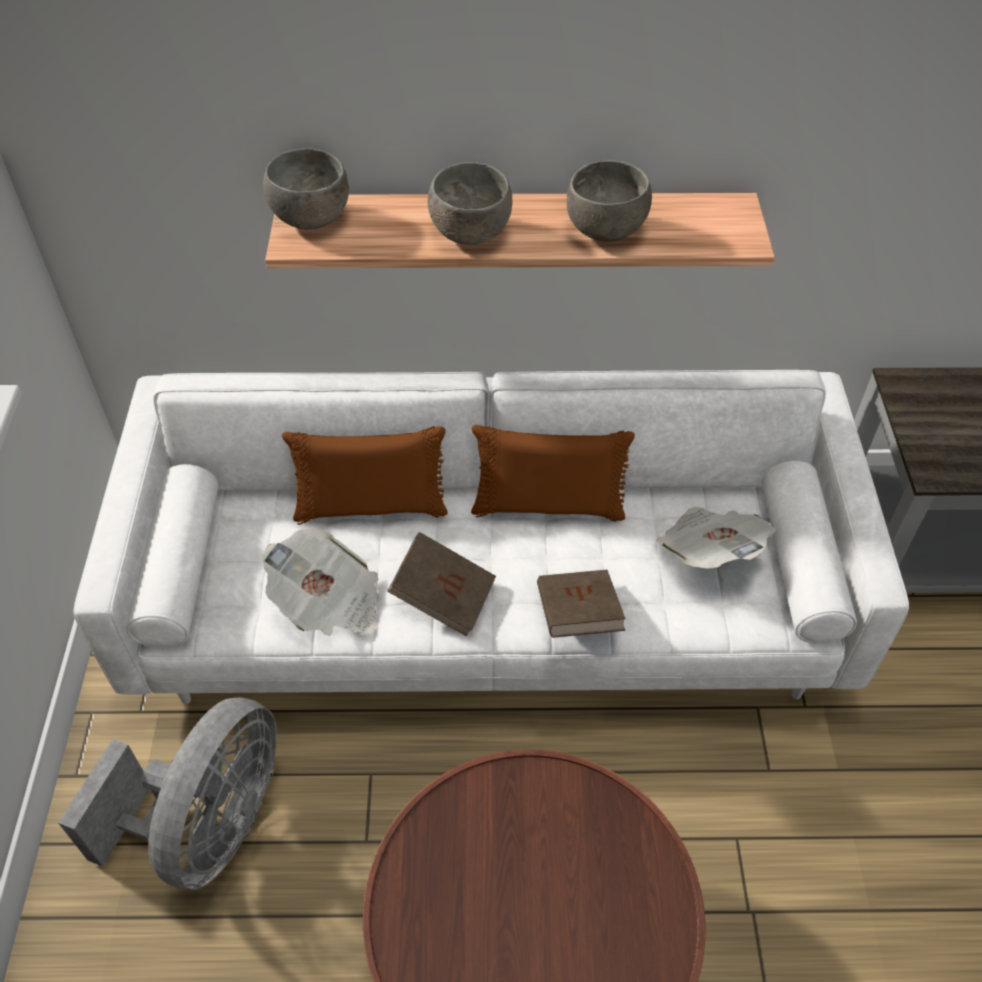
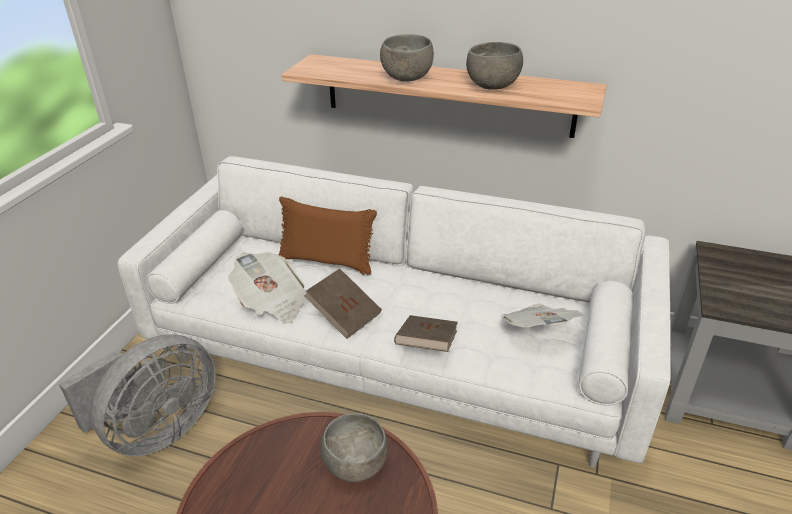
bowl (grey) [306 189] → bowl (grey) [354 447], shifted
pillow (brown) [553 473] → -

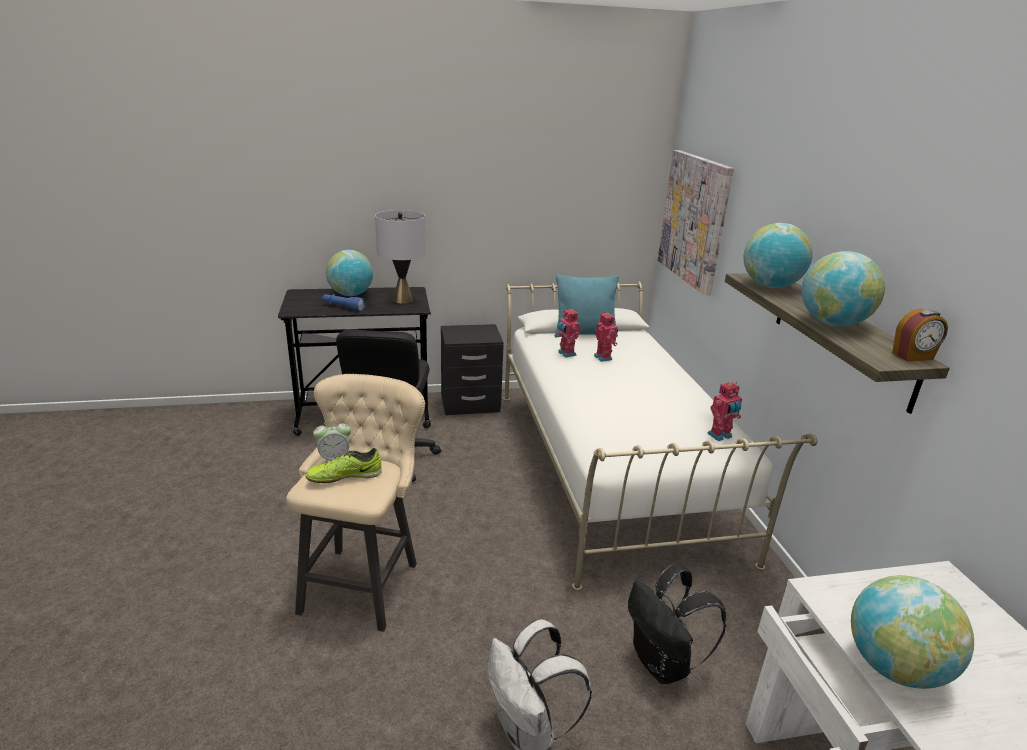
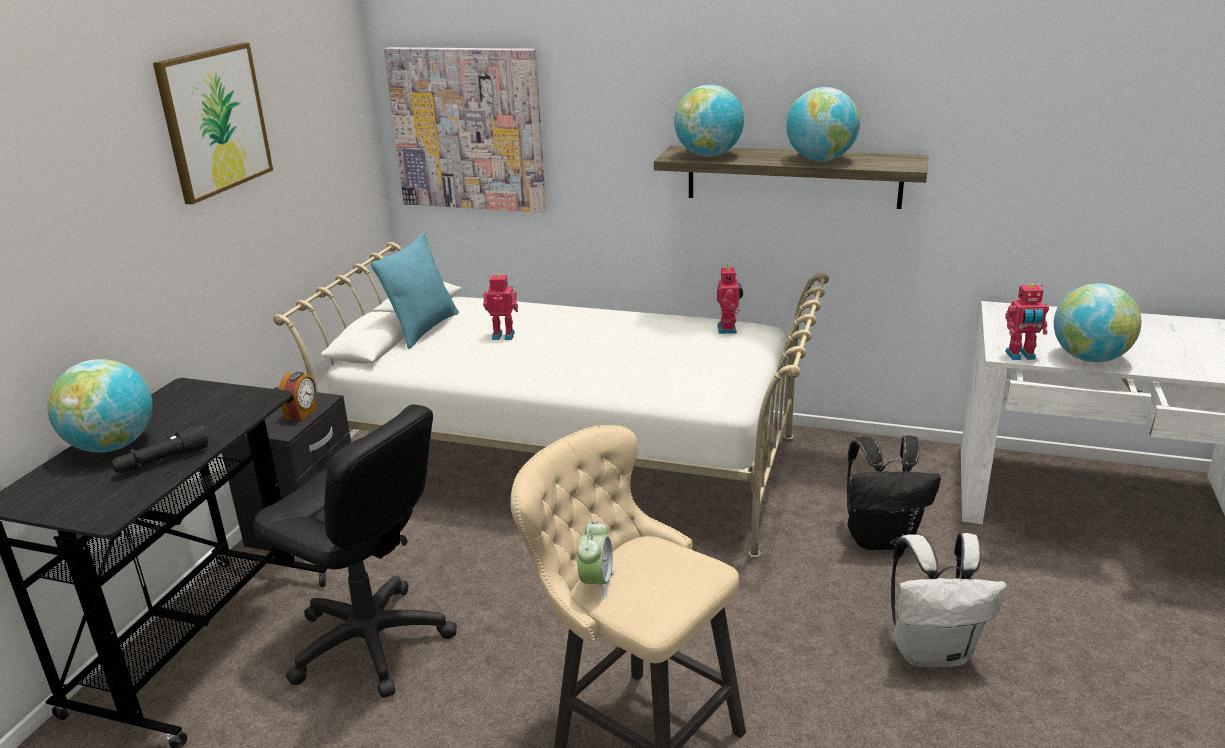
table lamp (grey) [400 257] → -
flashlight (blue) [343 302] → flashlight (black) [160 448]
toy robot [568 333] → toy robot [1027 322], shifted
alarm clock [920 335] → alarm clock [298 396], shifted
shoe [343 465] → -
- → picture [213 124]

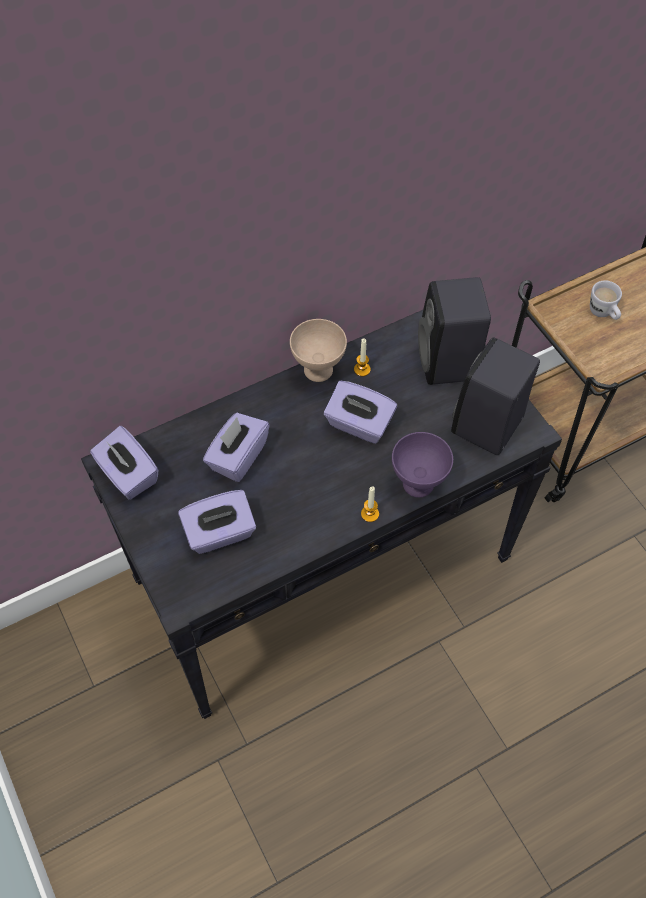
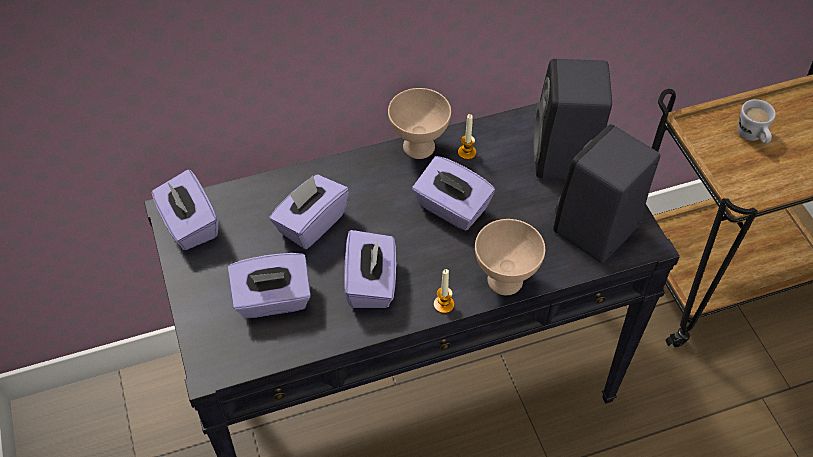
bowl (purple) [422 465] → bowl (beige) [510 257]
- → tissue box (purple) [370 269]

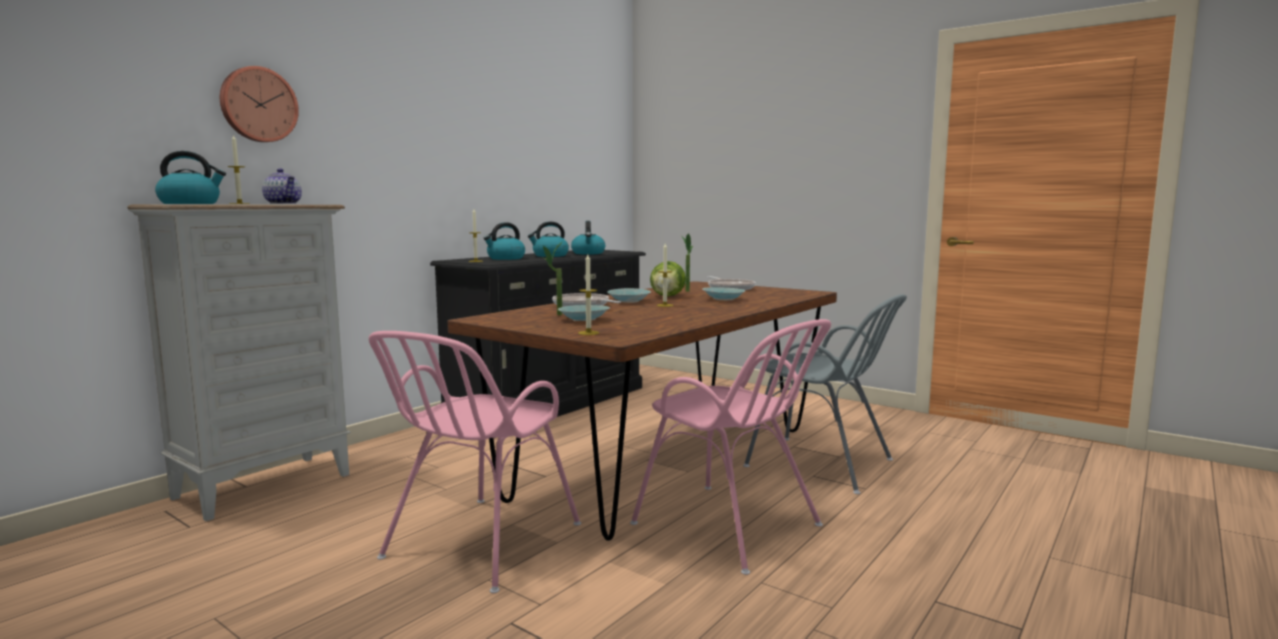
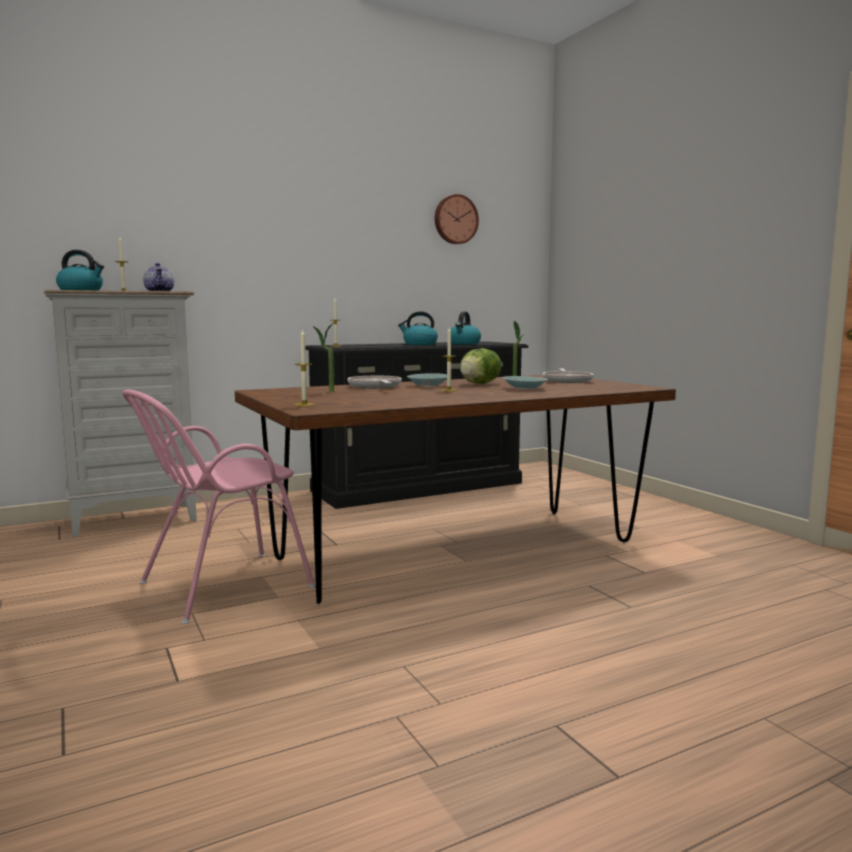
wall clock [259 104] → wall clock [457 219], shifted
kettle [504 241] → -
chair (grey) [825 394] → -
bowl (turquoise) [584 313] → -
chair (pink) [730 447] → -

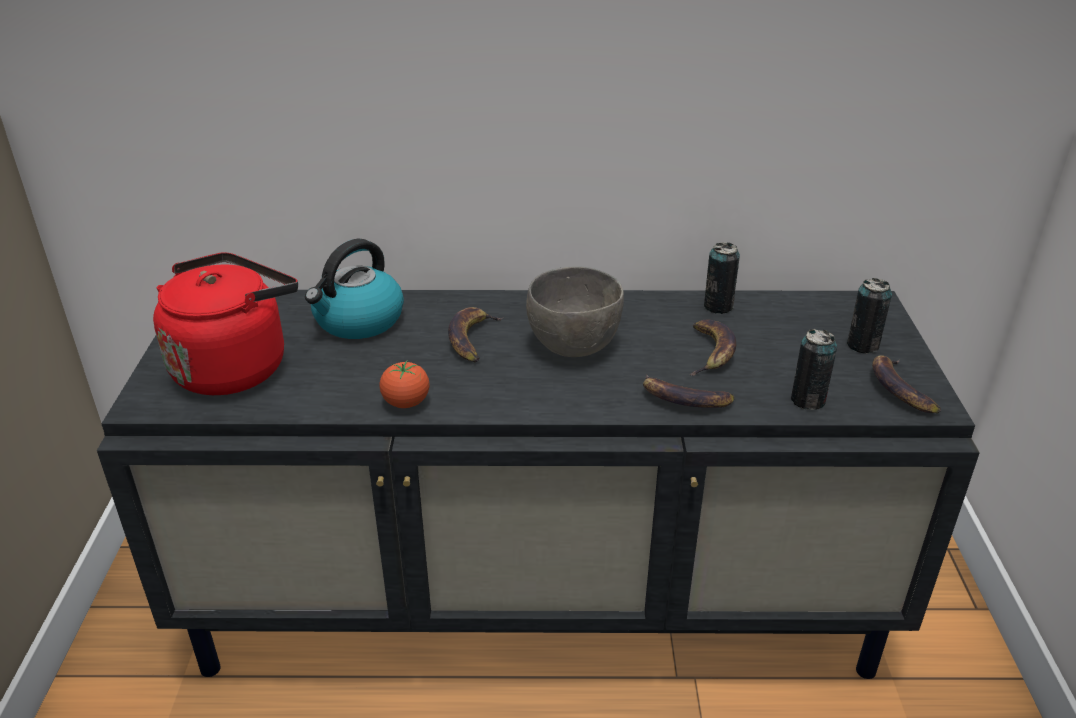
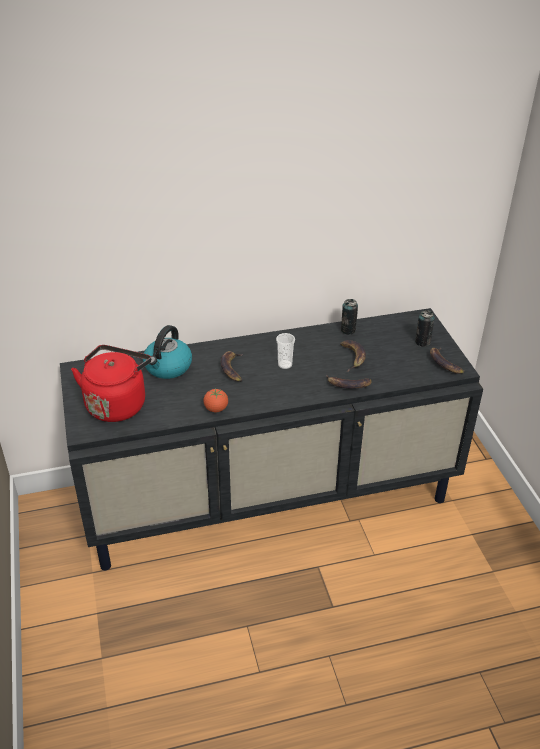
bowl (grey) [575 311] → cup [285 351]
can [814 369] → -

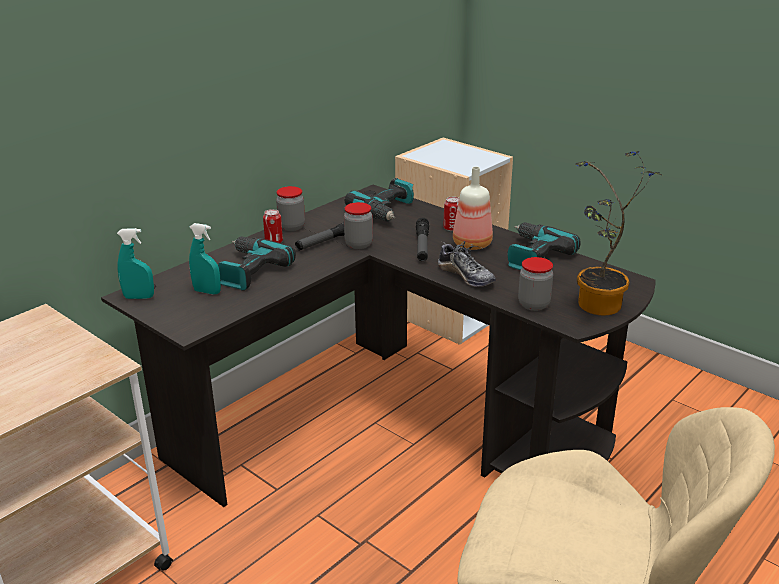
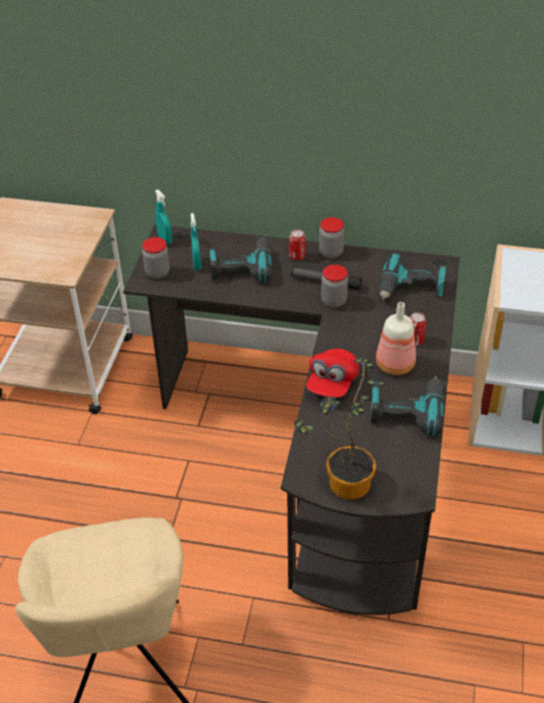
flashlight [422 239] → -
shoe [467 264] → cap (red) [332 373]
jar [535 284] → jar [156 258], shifted

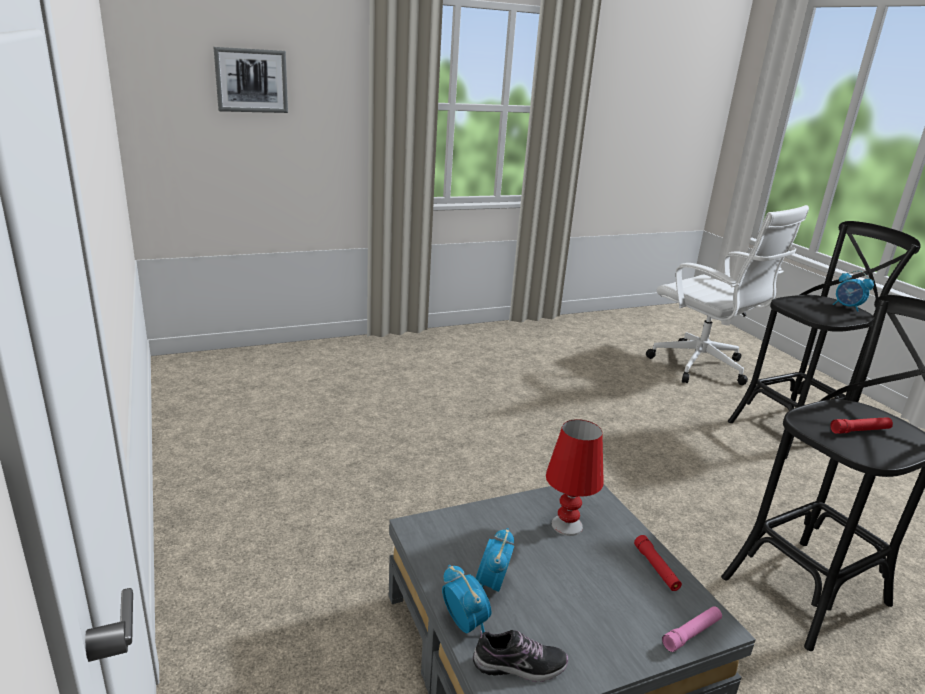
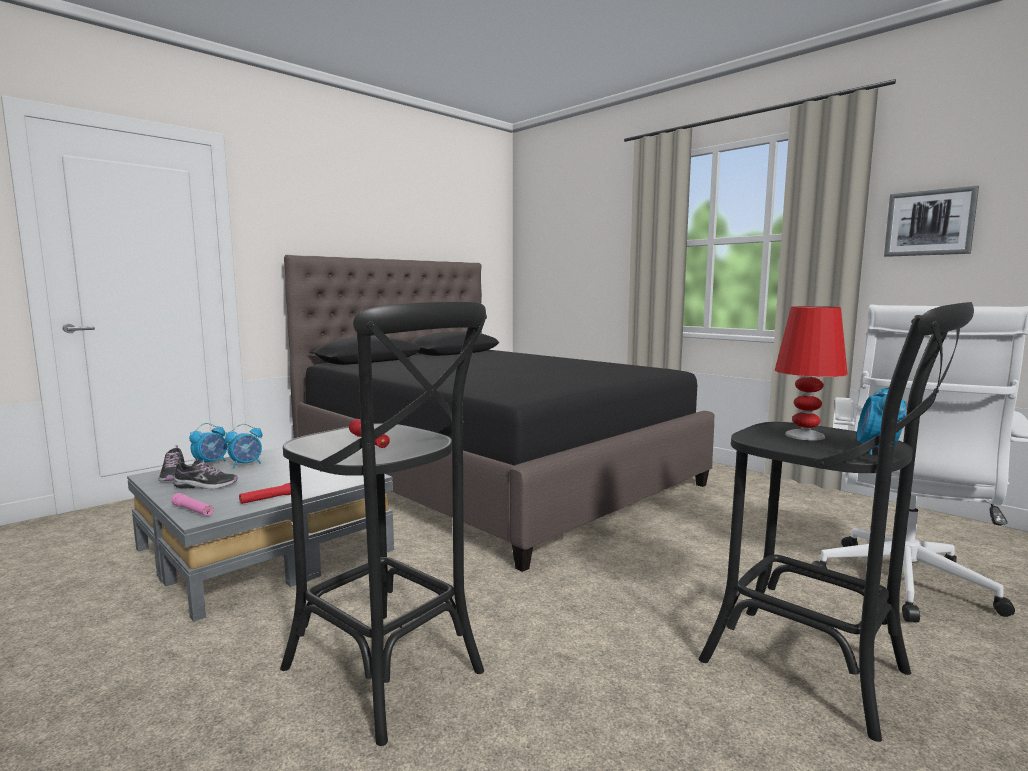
picture [251 80] → picture [931 221], shifted
table lamp (red) [575 477] → table lamp (red) [811 373], shifted
alarm clock [495 560] → alarm clock [243 446], 150 degrees clockwise
- → bed (black) [499 413]
- → shoe [205 474]

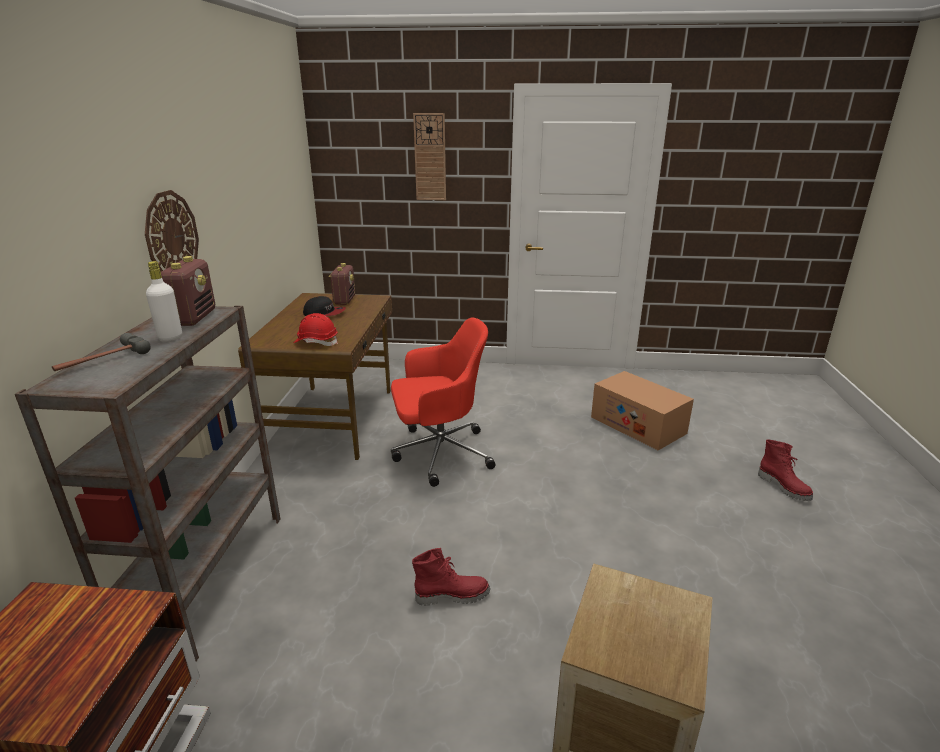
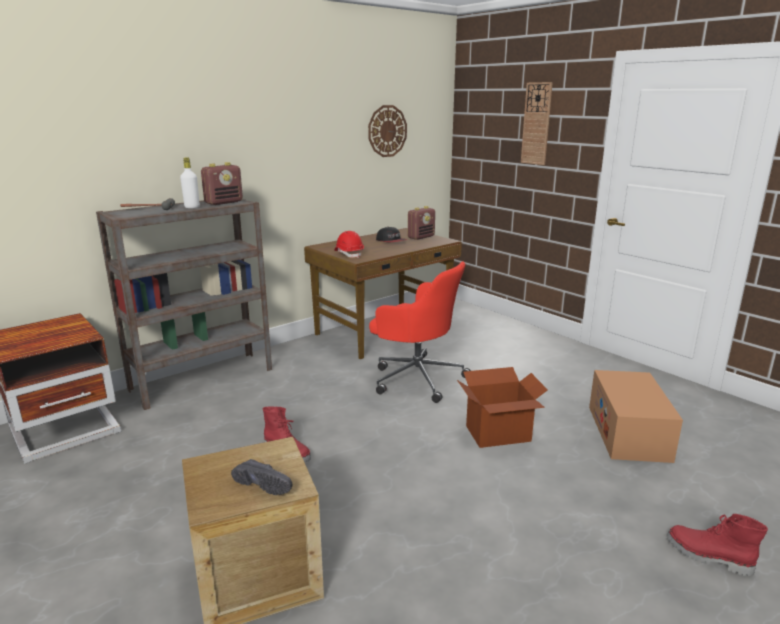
wall clock [172 231] → wall clock [387 131], shifted
boot (red) [785 470] → boot (red) [717 545], 105 degrees clockwise
- → cardboard box [502 407]
- → shoe (black) [261 477]

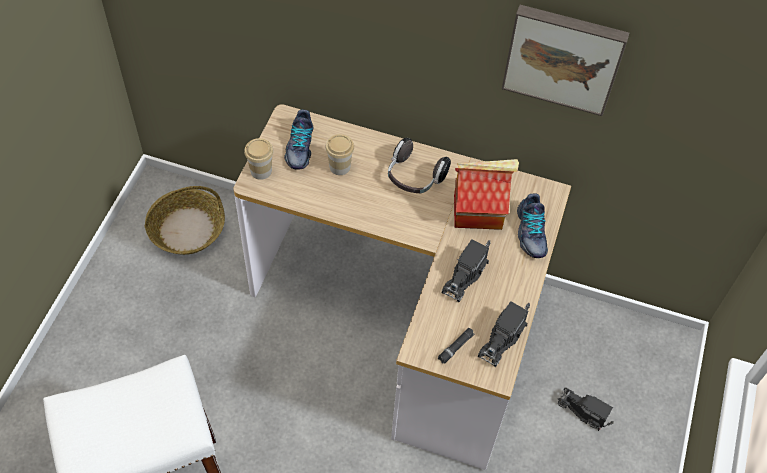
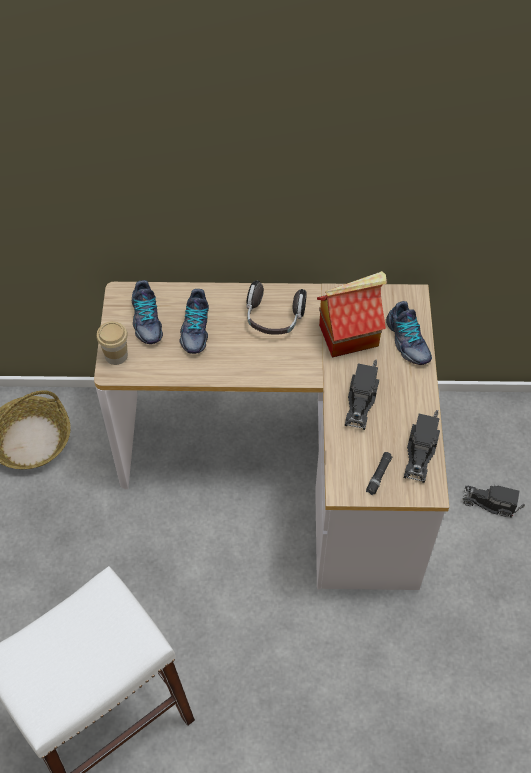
picture [565 60] → -
cup [339 154] → shoe [194 321]

